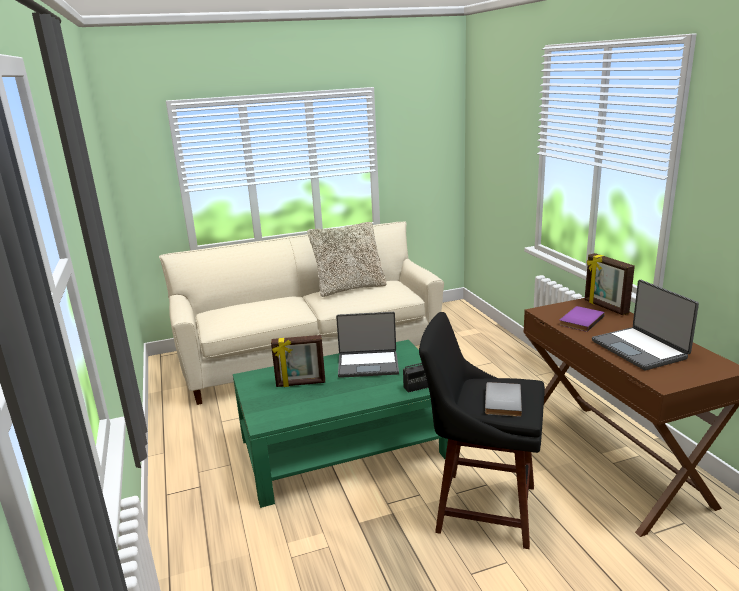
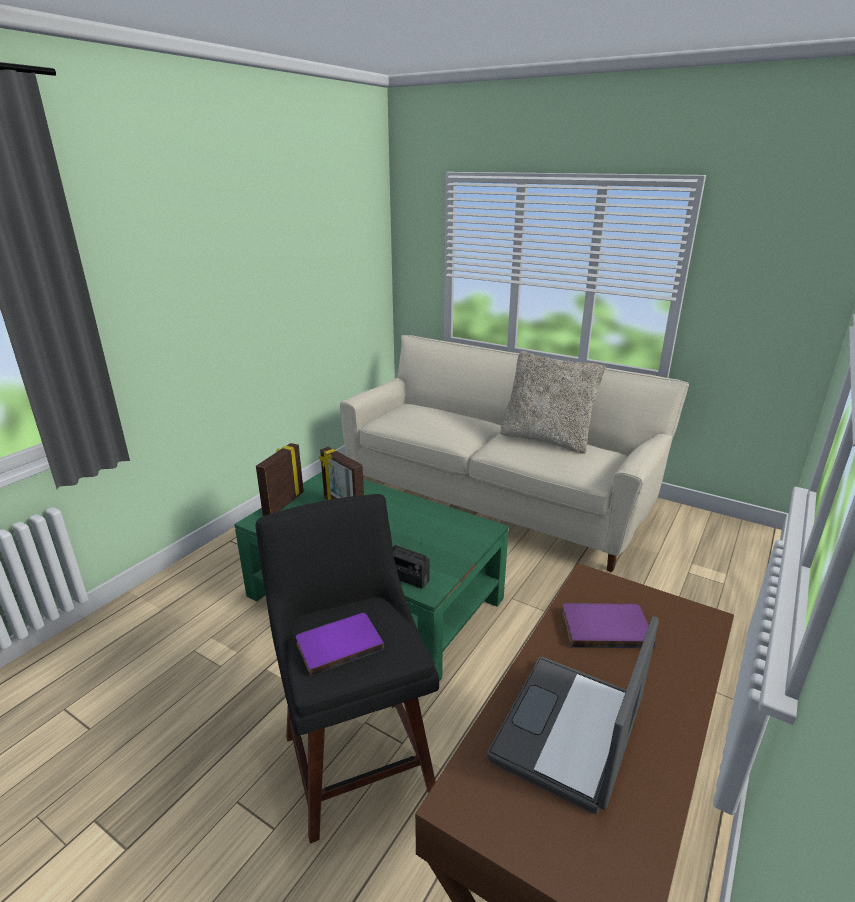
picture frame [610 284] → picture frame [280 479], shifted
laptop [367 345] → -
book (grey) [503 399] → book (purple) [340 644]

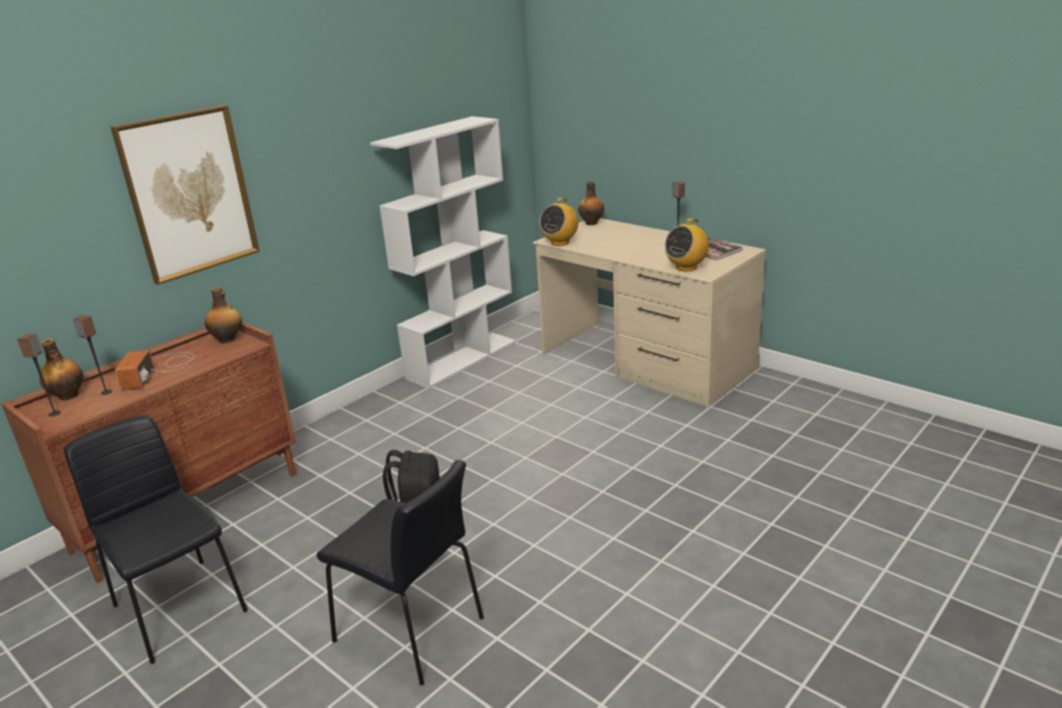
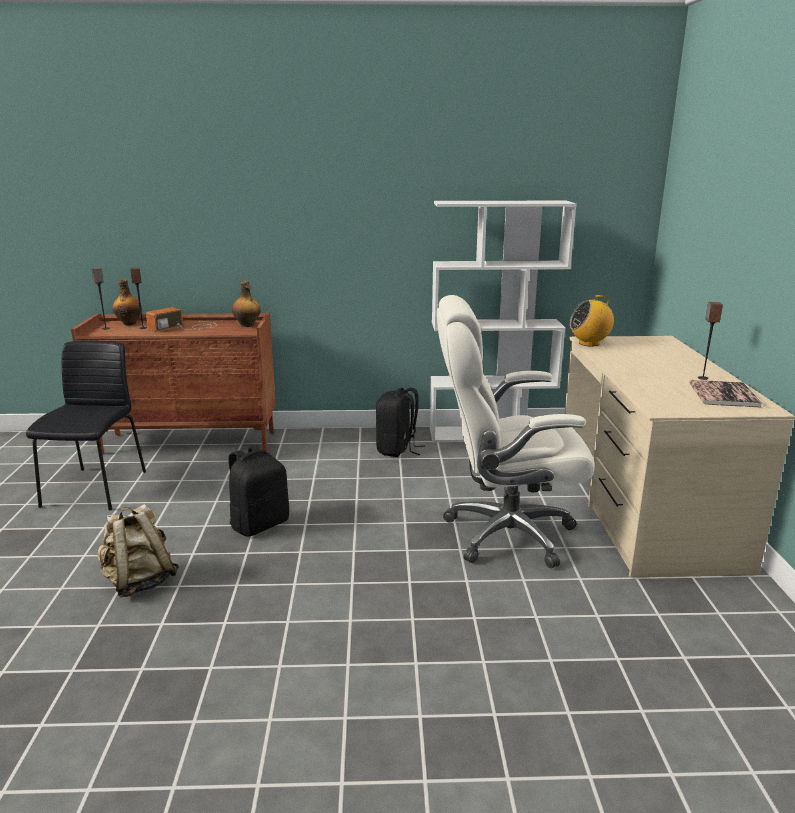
picture [185 195] → -
bottle [591 203] → -
radio [687 244] → -
chair (black) [400 572] → backpack (beige) [138 550]
- → office chair (white) [516 431]
- → backpack (black) [400 422]

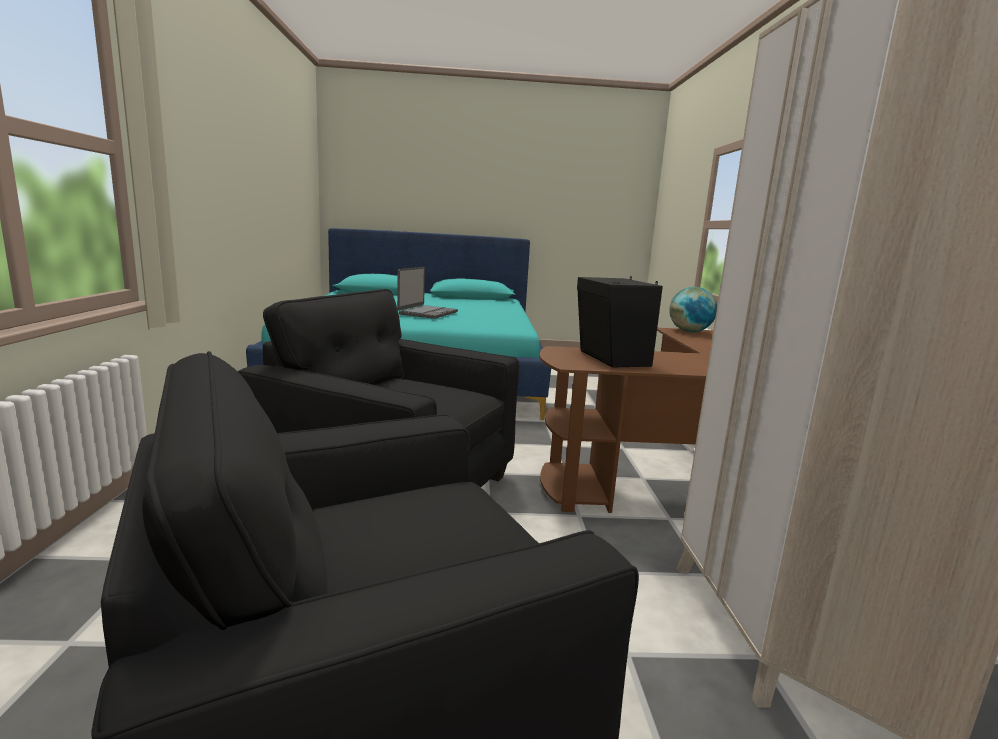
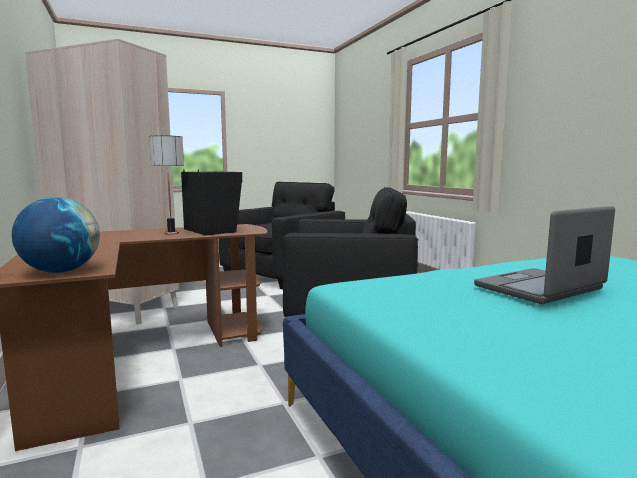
laptop [427 293] → laptop [544 255], 60 degrees clockwise
- → table lamp [166 184]

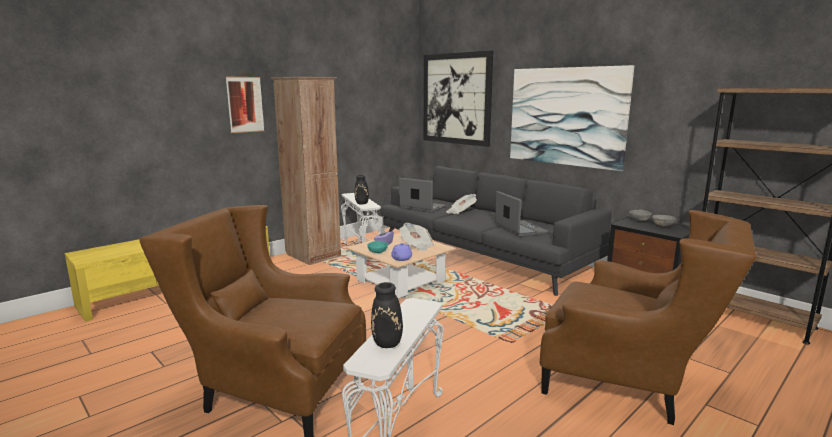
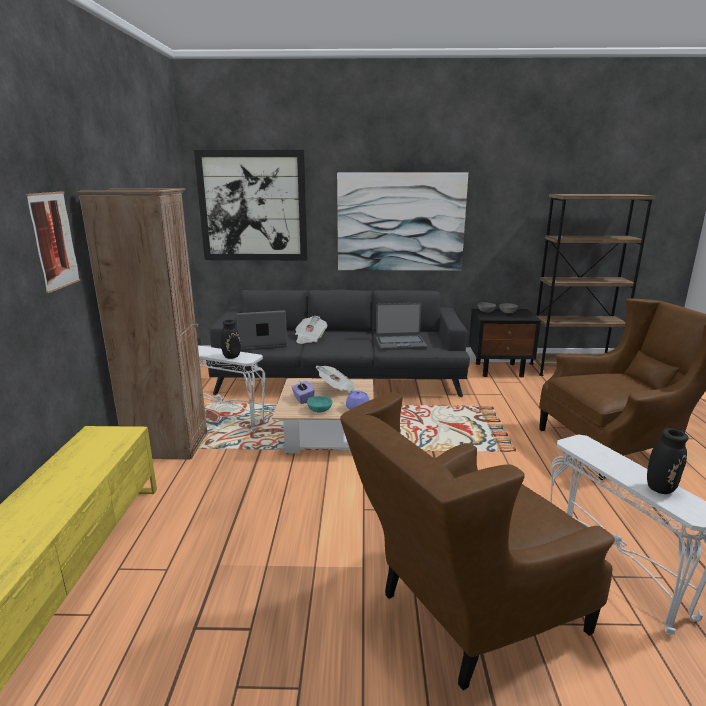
laptop [522 214] → laptop [401 326], 150 degrees clockwise

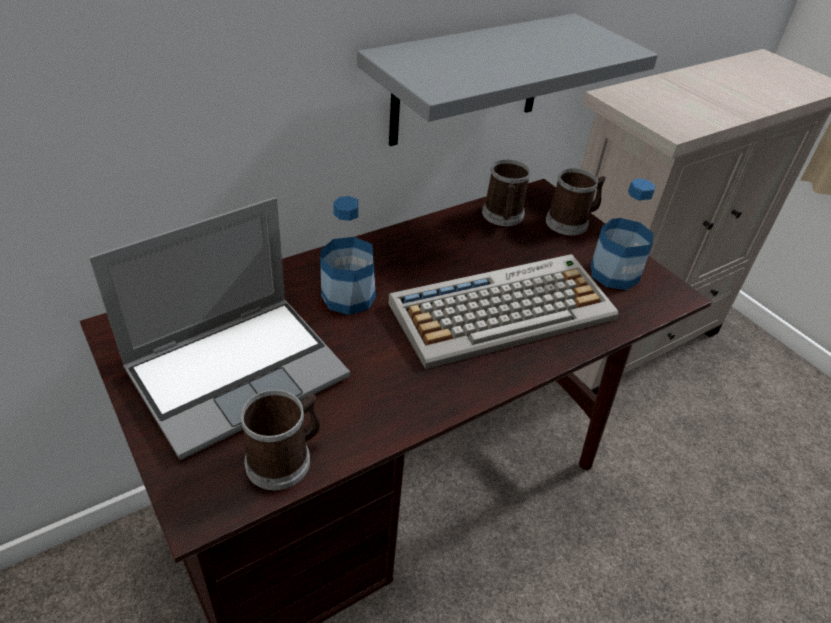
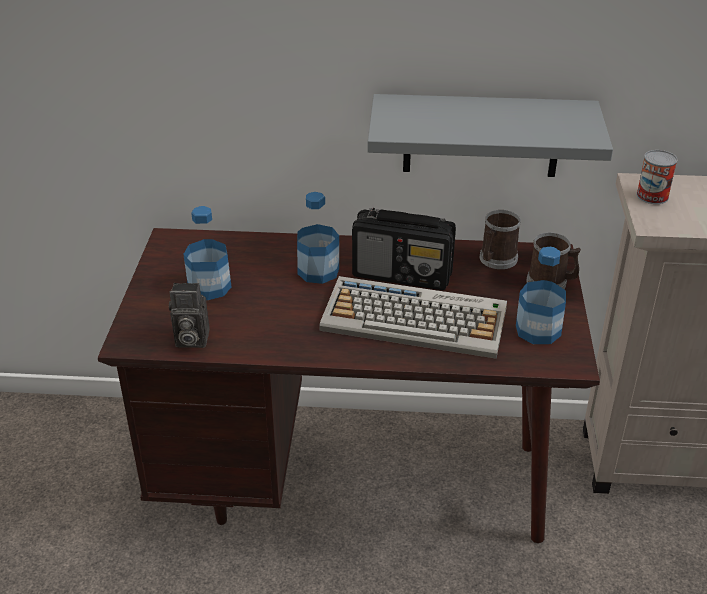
laptop [219 328] → bottle [207 253]
mug [280 440] → photo camera [189 315]
- → can [657 177]
- → radio [404 249]

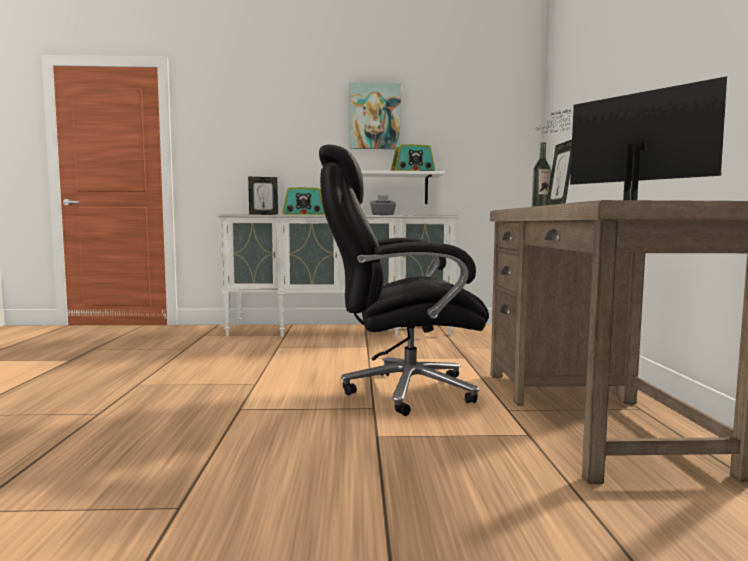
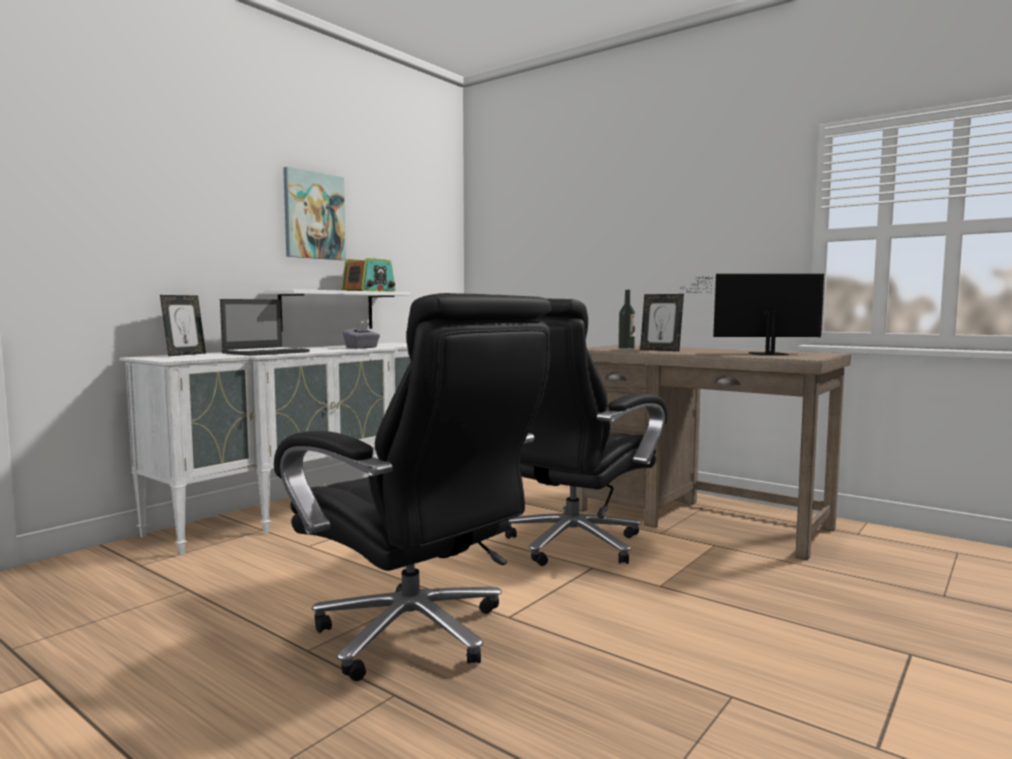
radio [303 201] → laptop [265 327]
- → office chair (black) [412 487]

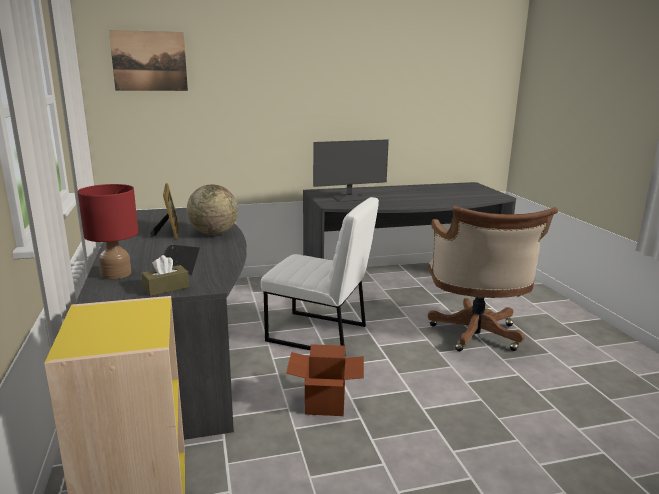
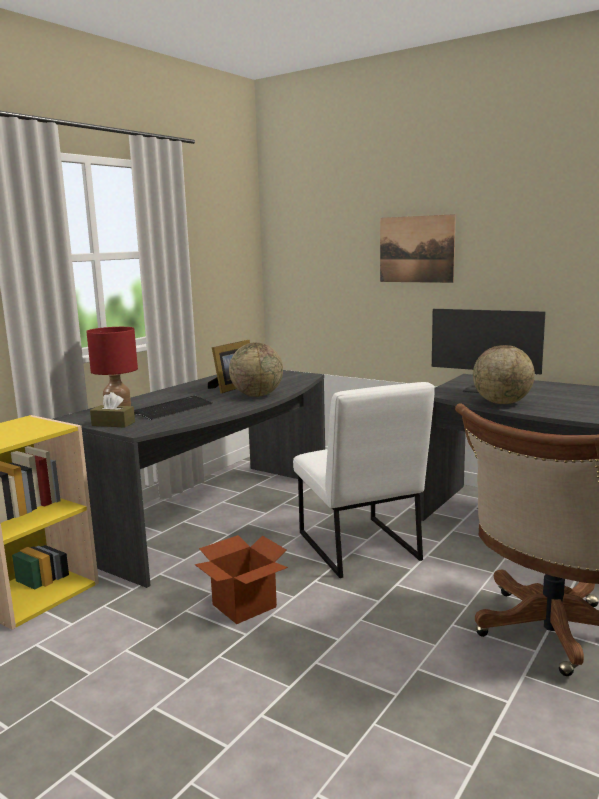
picture [148 60] → picture [418 248], shifted
- → globe [504 374]

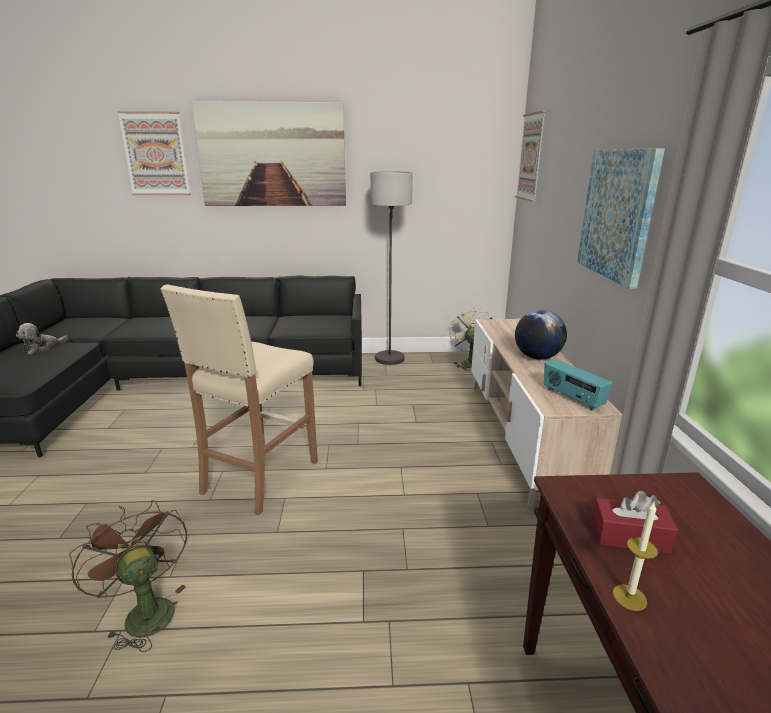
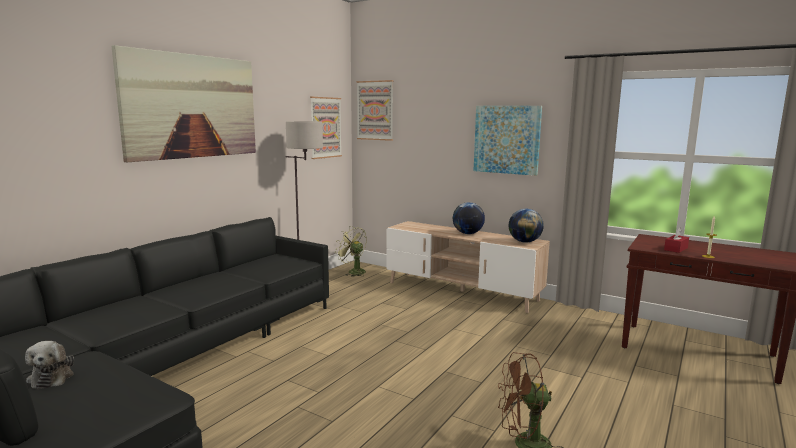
picture [154 153] → picture [326 128], shifted
stool (beige) [239 400] → -
radio [578 385] → globe [526 226]

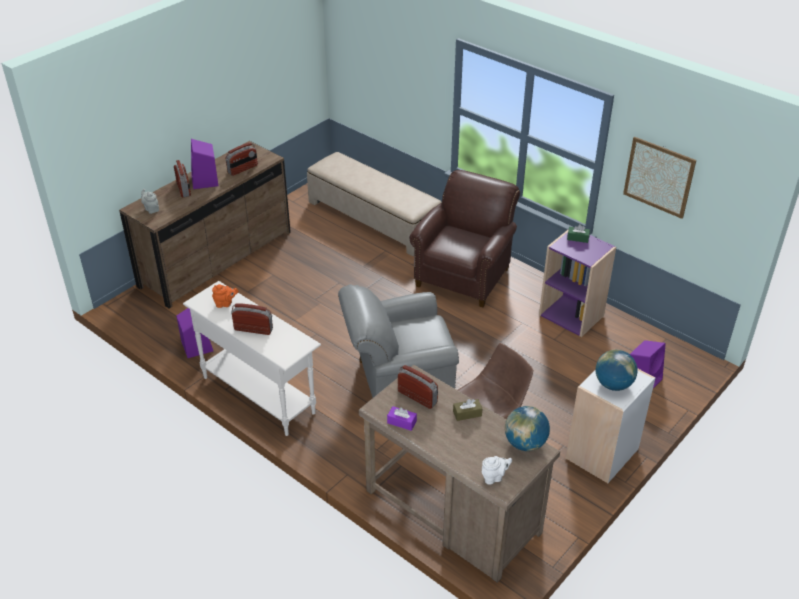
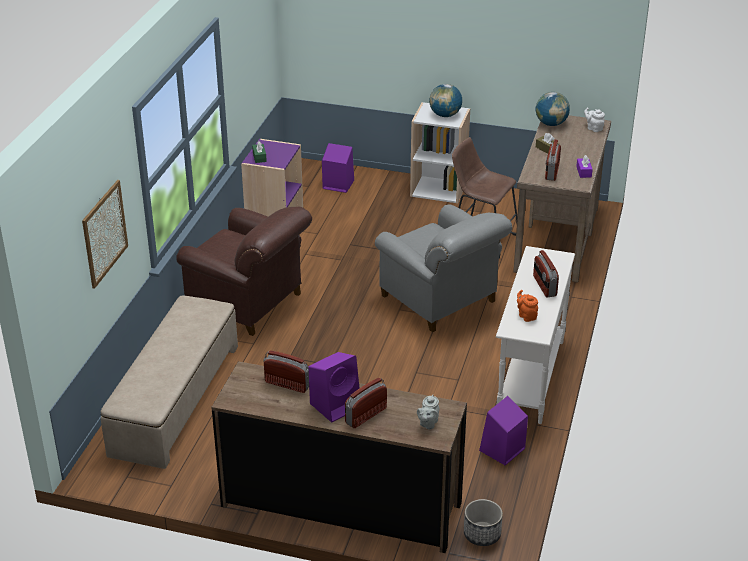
picture [659 178] → picture [105 234], shifted
armchair (brown) [464 238] → armchair (brown) [244 271], 150 degrees counterclockwise
- → planter [483 522]

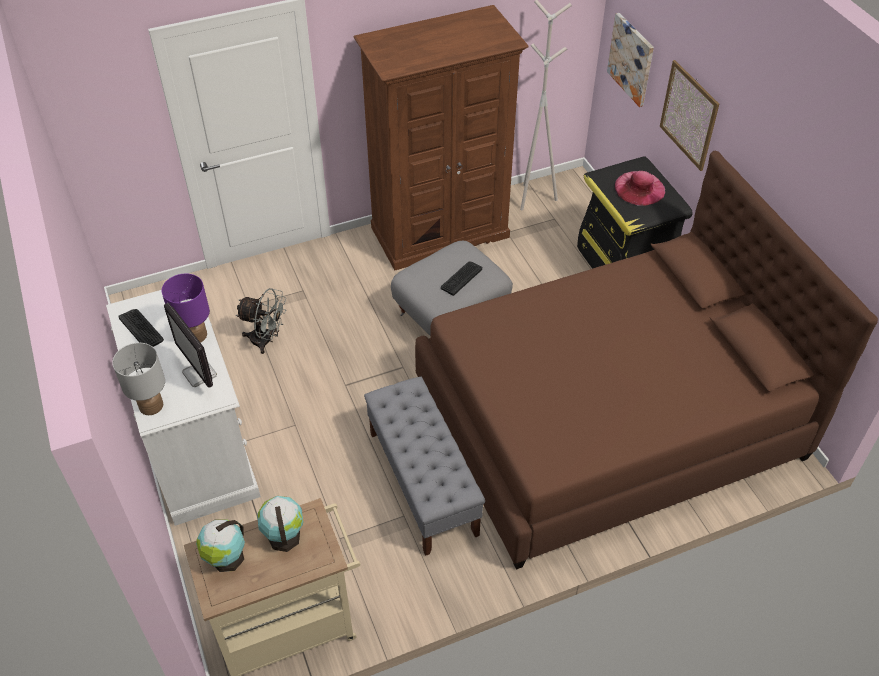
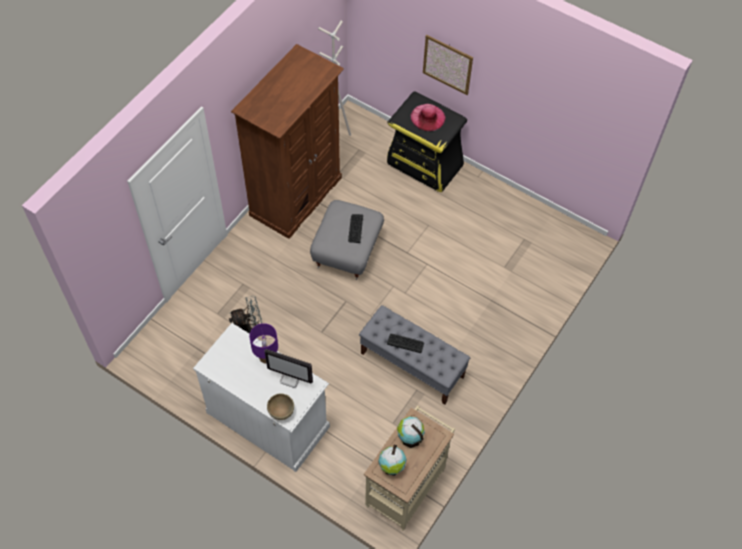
picture [630 60] → -
bed (brown) [646 360] → -
keyboard [141 328] → keyboard [405 343], shifted
table lamp (grey) [138 379] → bowl (brown) [280 406]

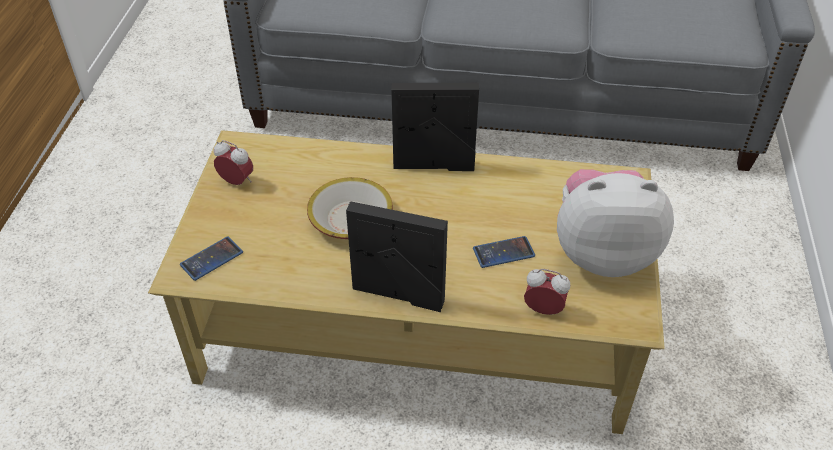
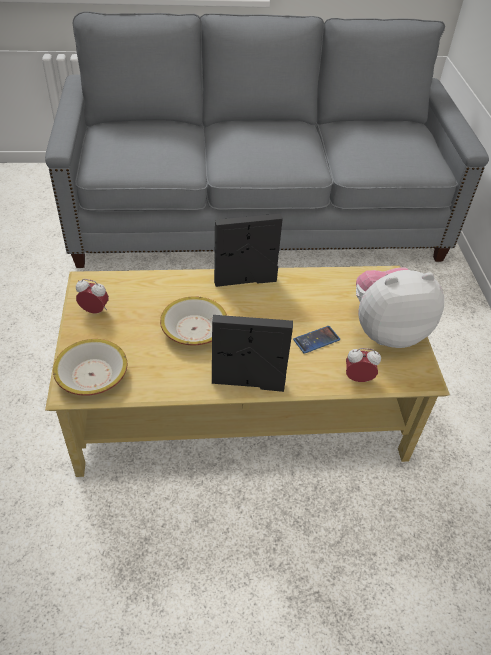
phone [211 258] → bowl [90 367]

